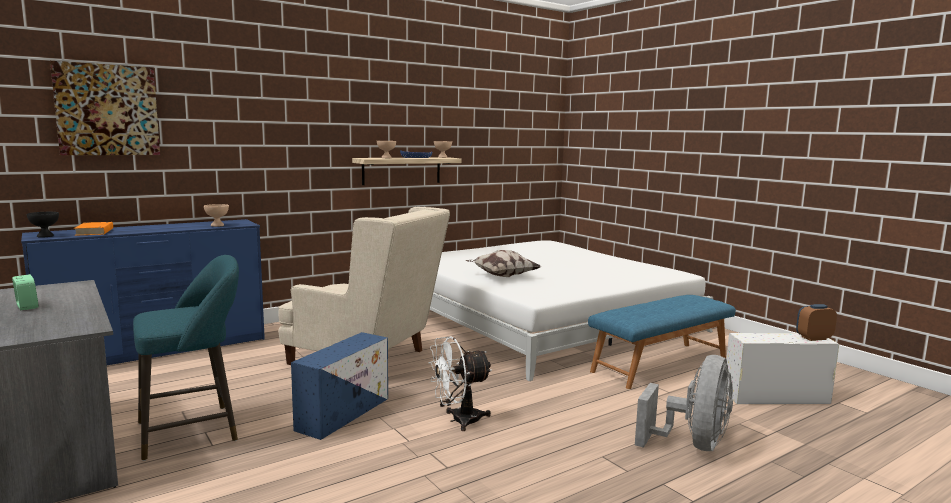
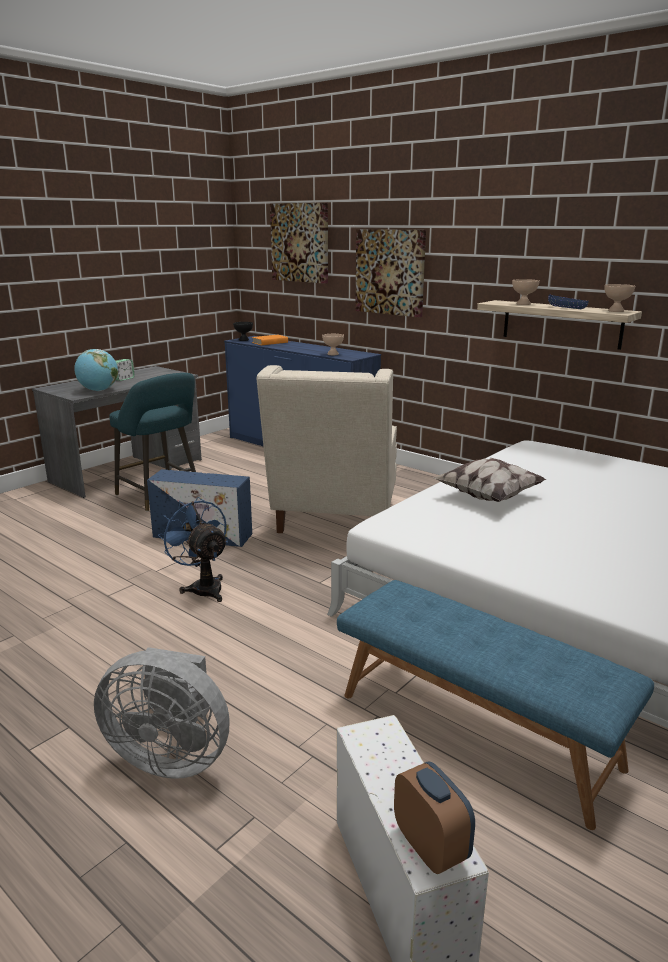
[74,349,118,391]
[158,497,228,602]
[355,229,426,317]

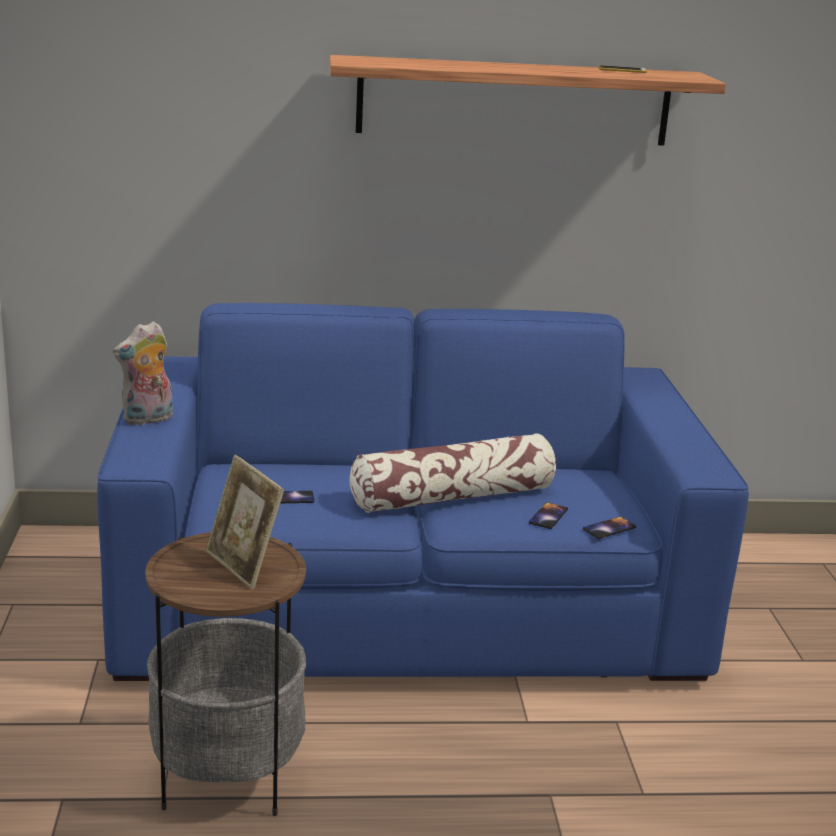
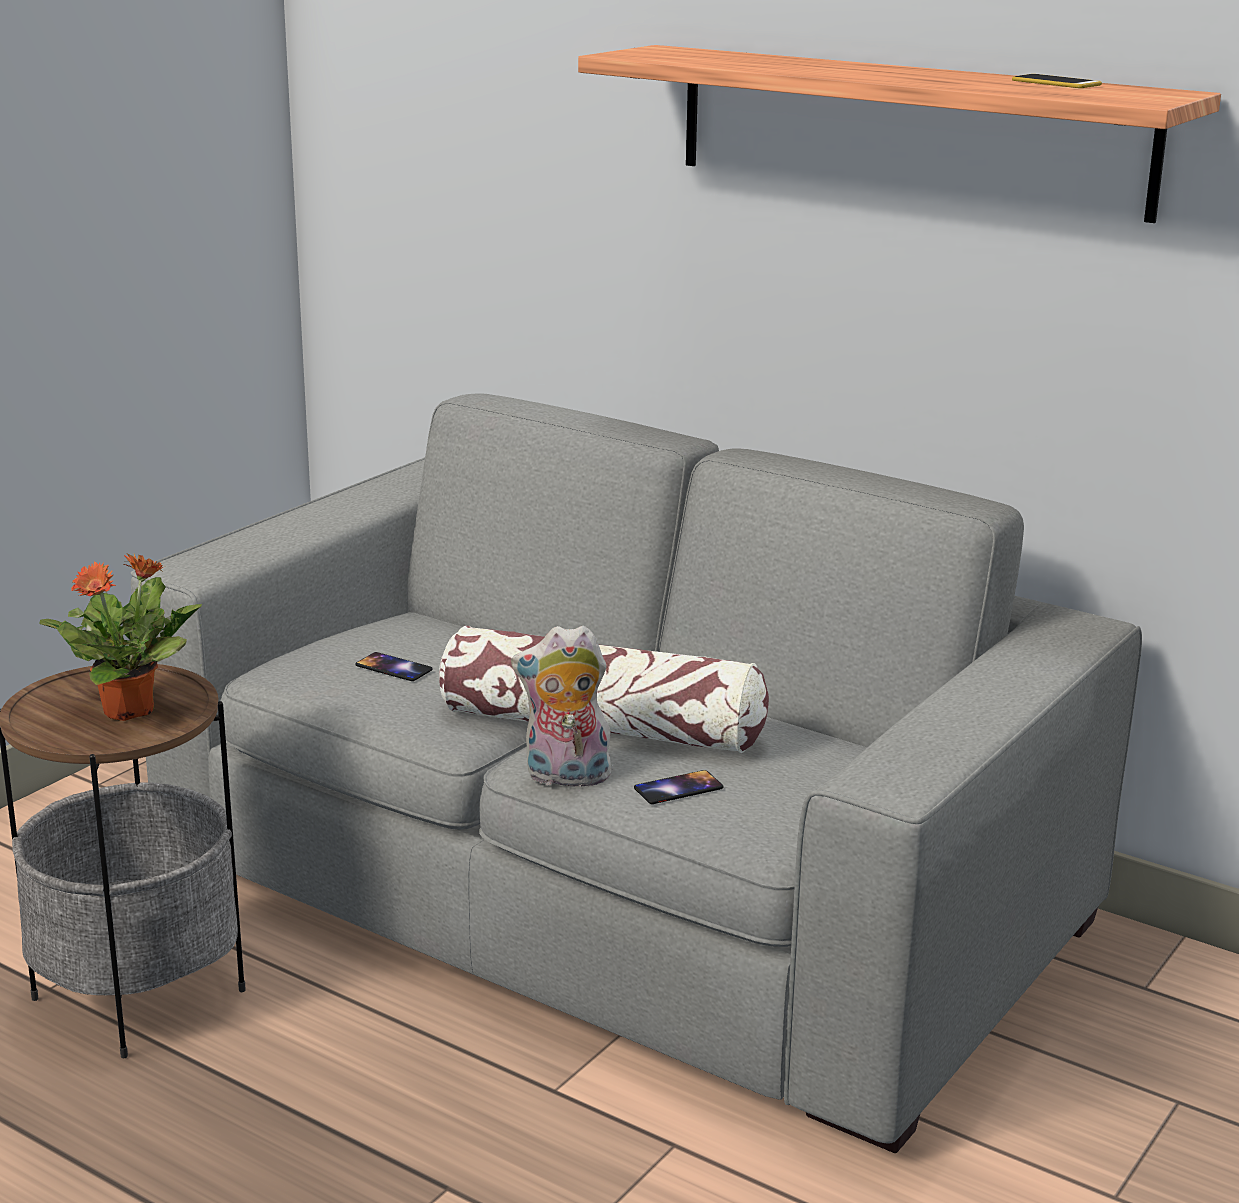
[40,554,202,721]
[130,393,1142,1153]
[511,625,613,789]
[583,517,636,539] (first image)

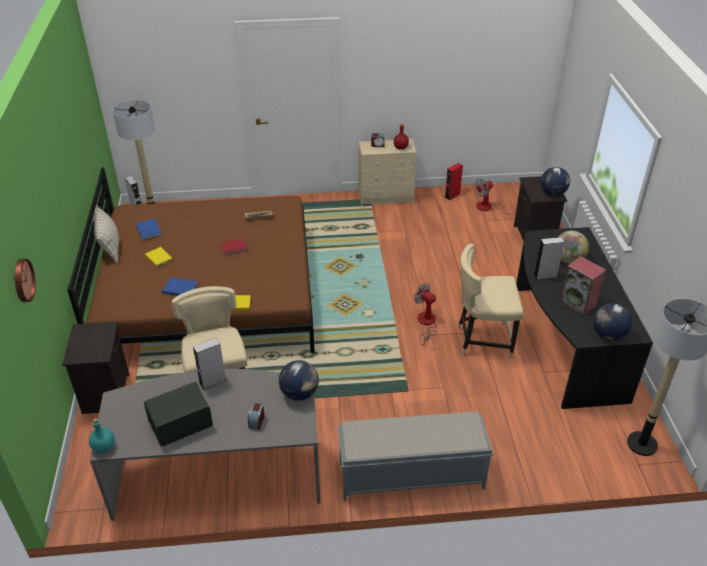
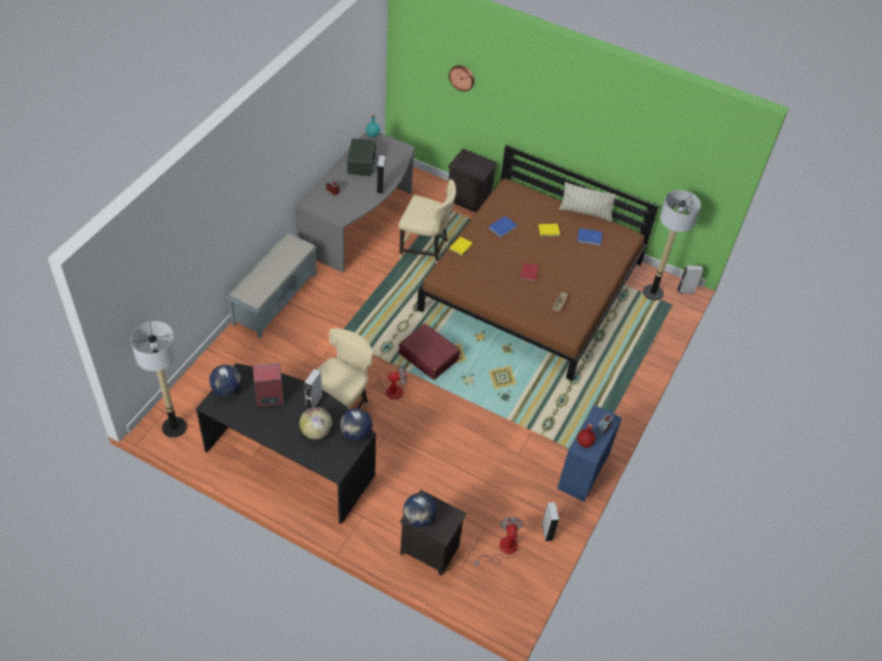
[340,408,372,441]
[399,323,460,380]
[542,502,559,541]
[557,405,622,502]

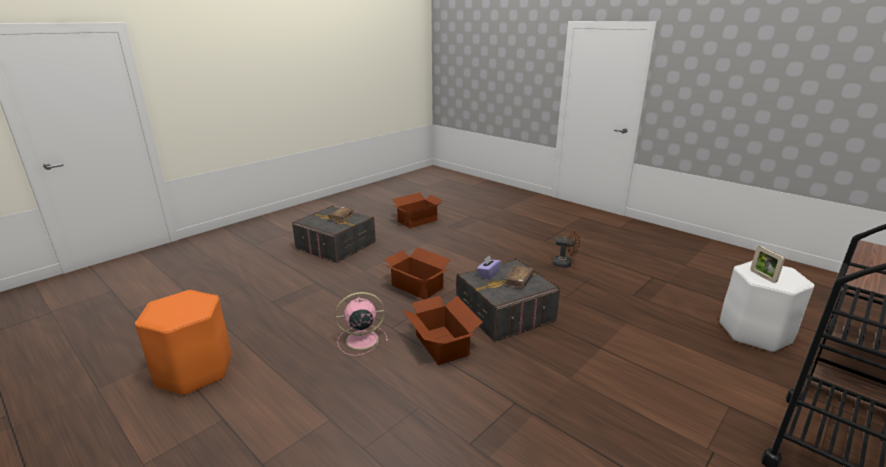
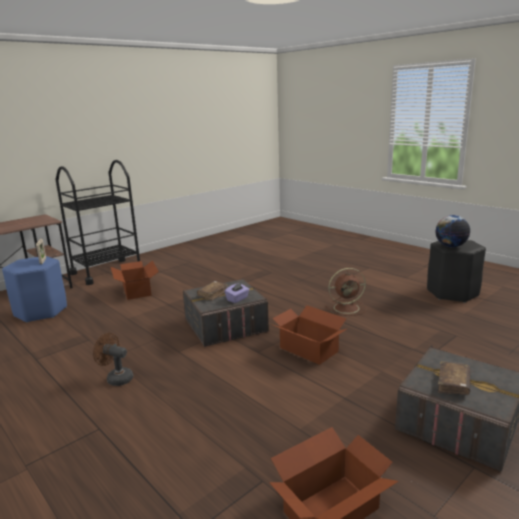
[2,256,67,323]
[111,260,159,300]
[326,268,366,316]
[427,240,486,303]
[435,215,470,247]

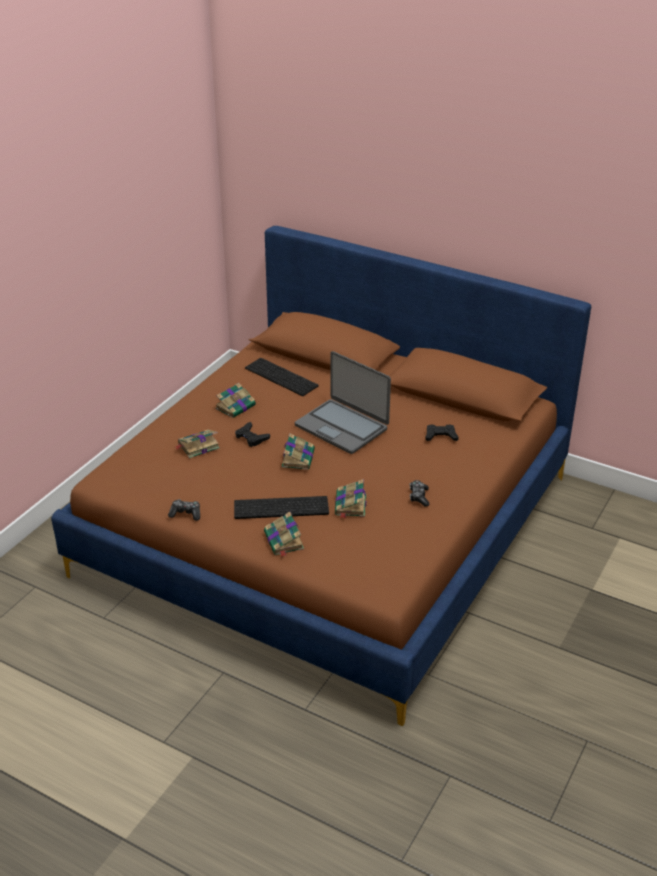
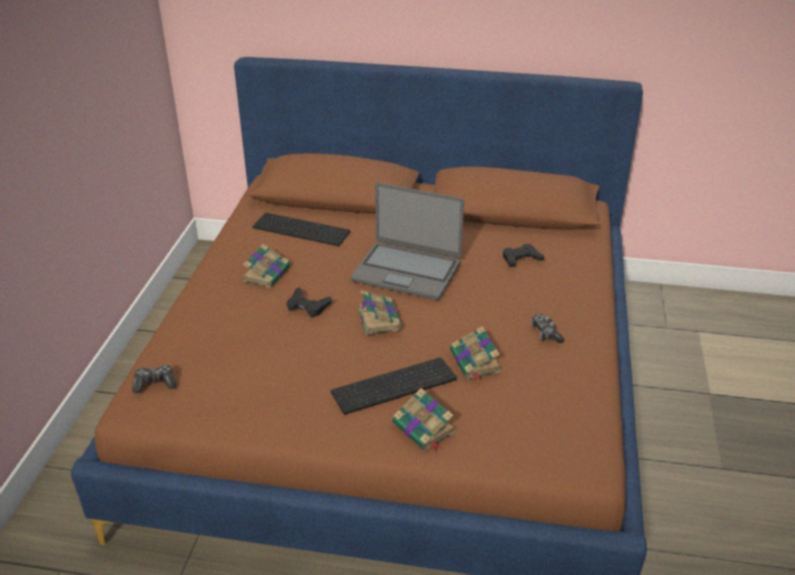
[132,364,177,393]
[175,430,220,458] (first image)

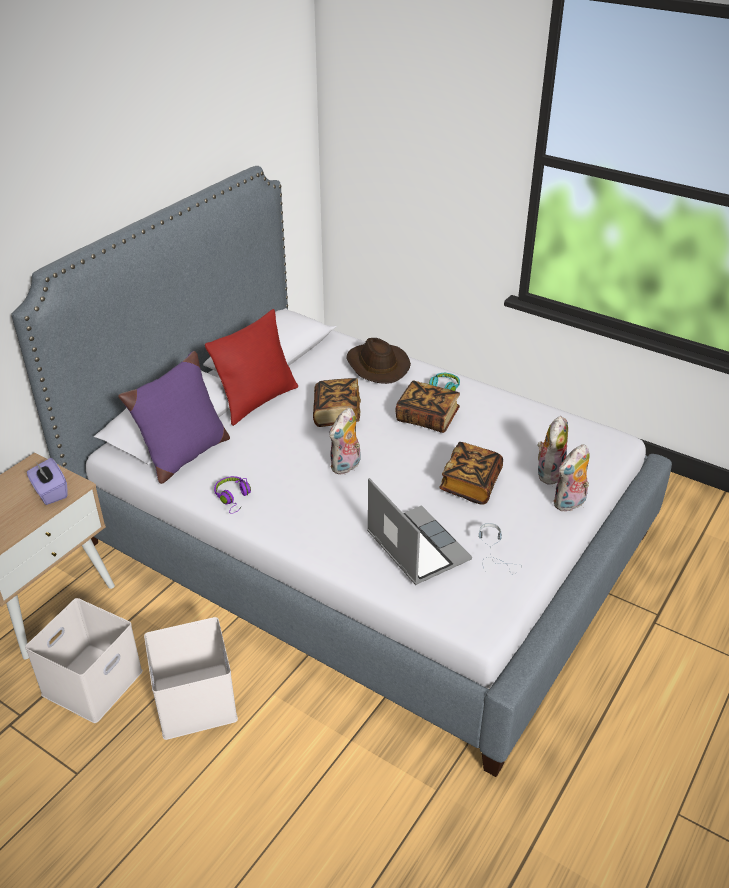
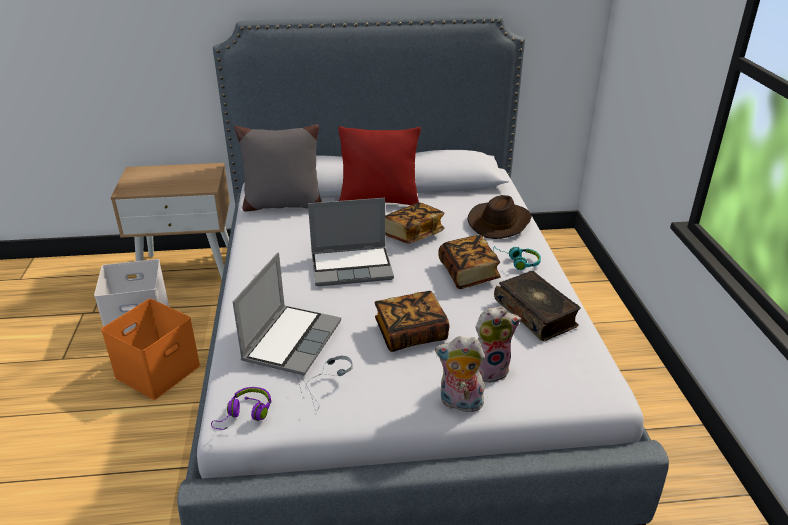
[101,299,200,400]
[211,387,271,430]
[234,124,322,212]
[308,198,394,286]
[494,271,581,341]
[27,458,68,505] (first image)

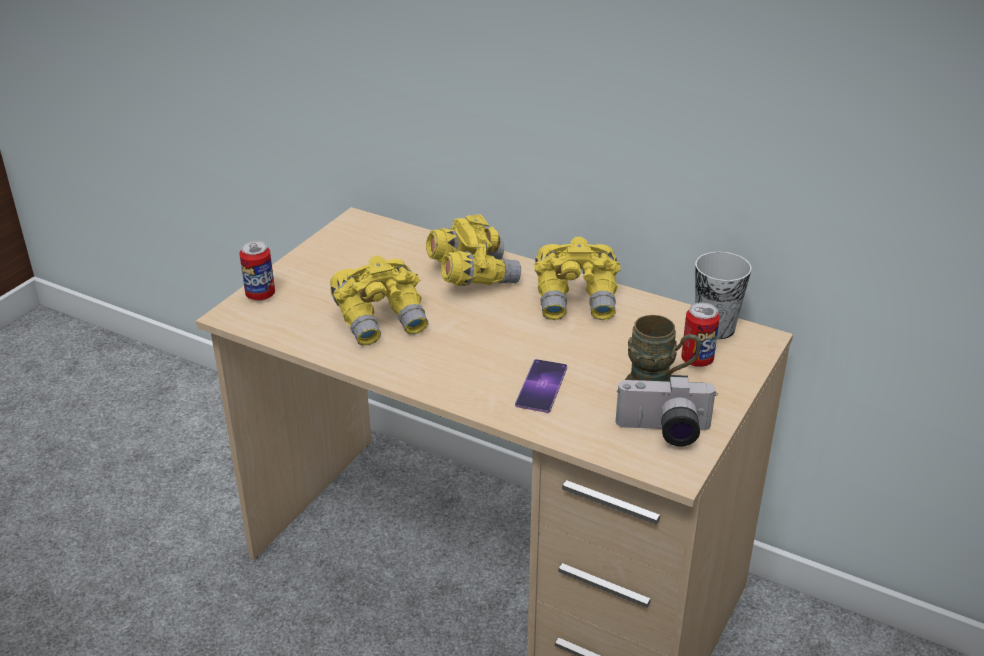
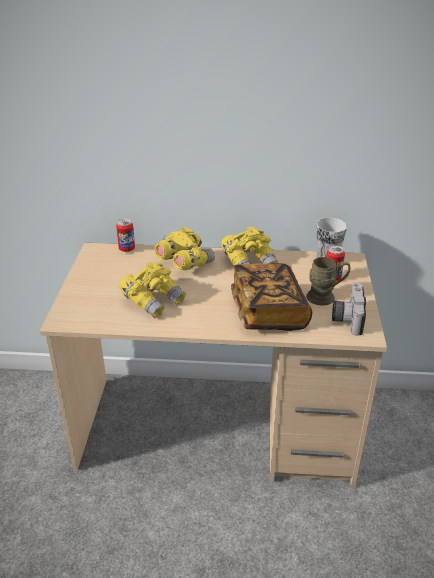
[116,219,135,252]
[231,263,312,331]
[332,283,366,336]

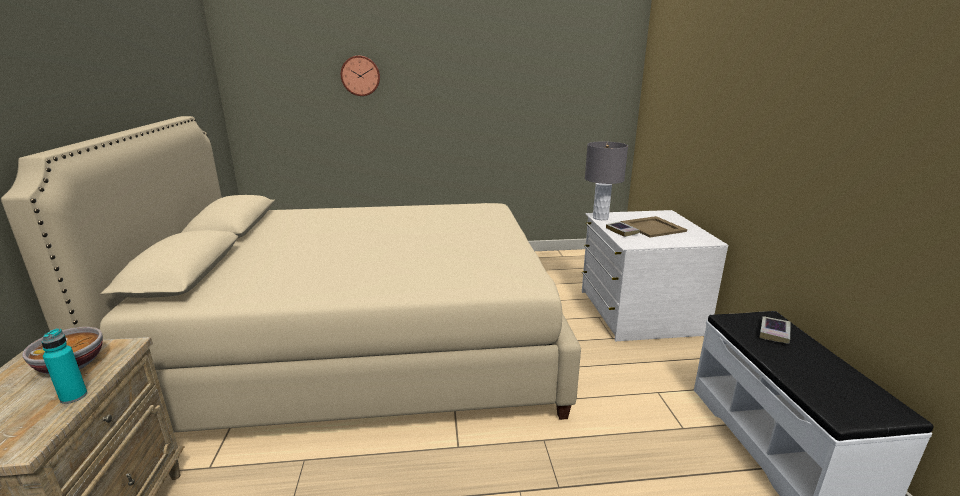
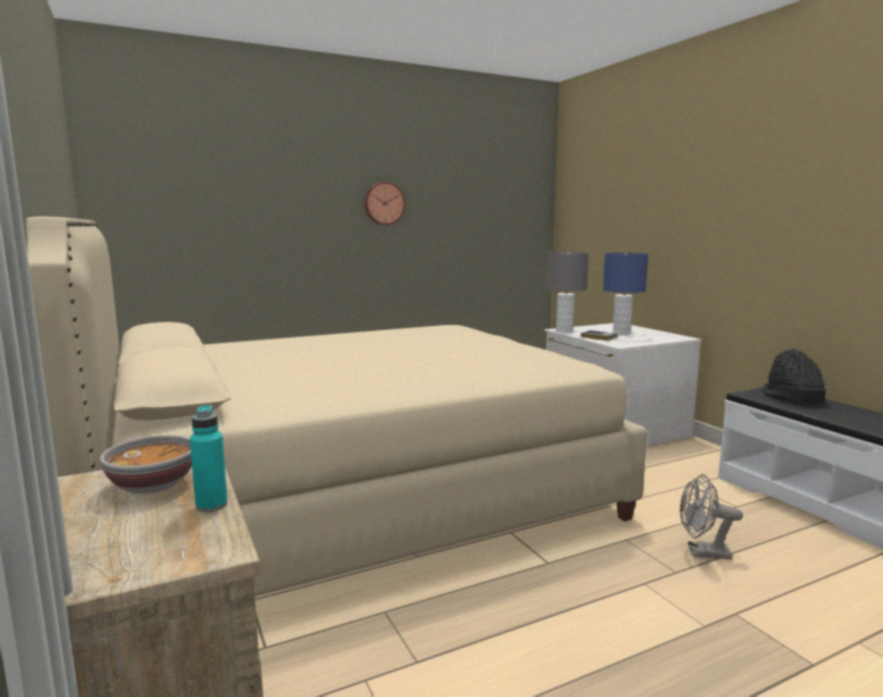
[364,182,405,225]
[603,253,648,335]
[680,474,743,559]
[762,348,826,403]

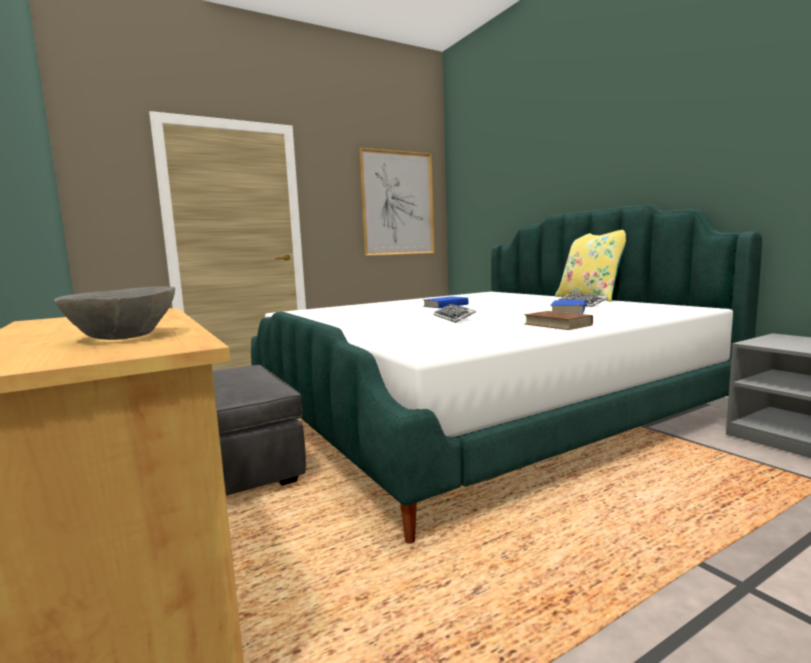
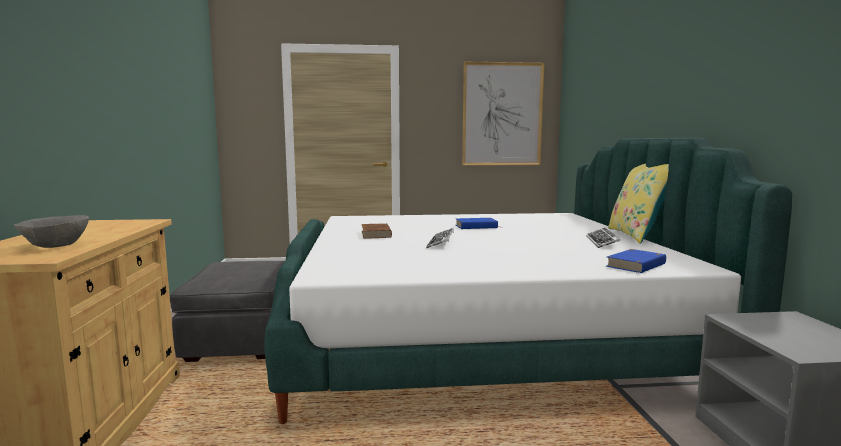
[362,223,392,239]
[606,249,666,273]

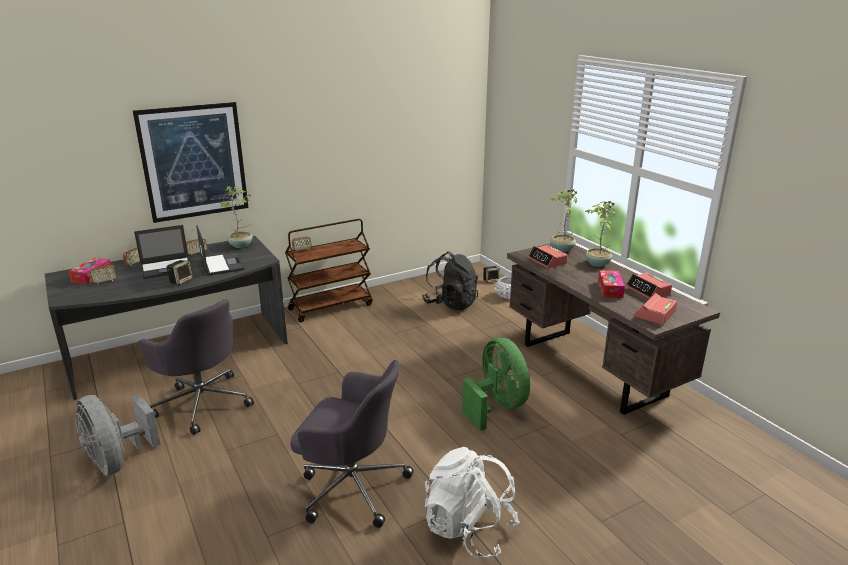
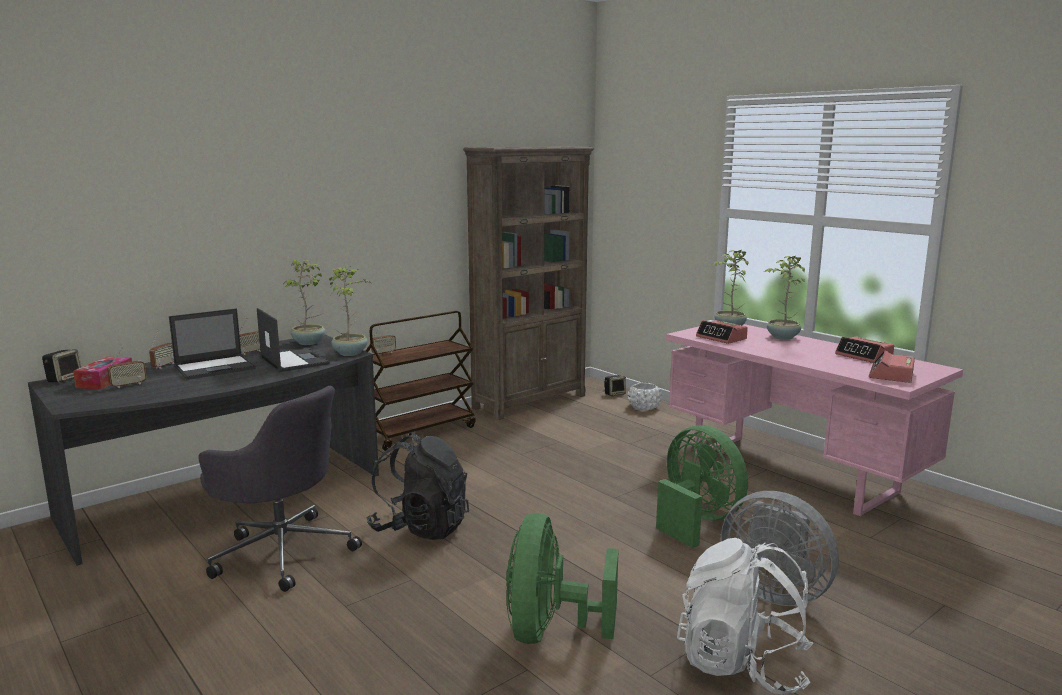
[42,349,81,383]
[329,266,371,356]
[366,433,469,540]
[463,147,594,420]
[506,513,619,644]
[666,324,963,516]
[721,491,839,606]
[133,102,249,223] (first image)
[598,270,625,298] (first image)

